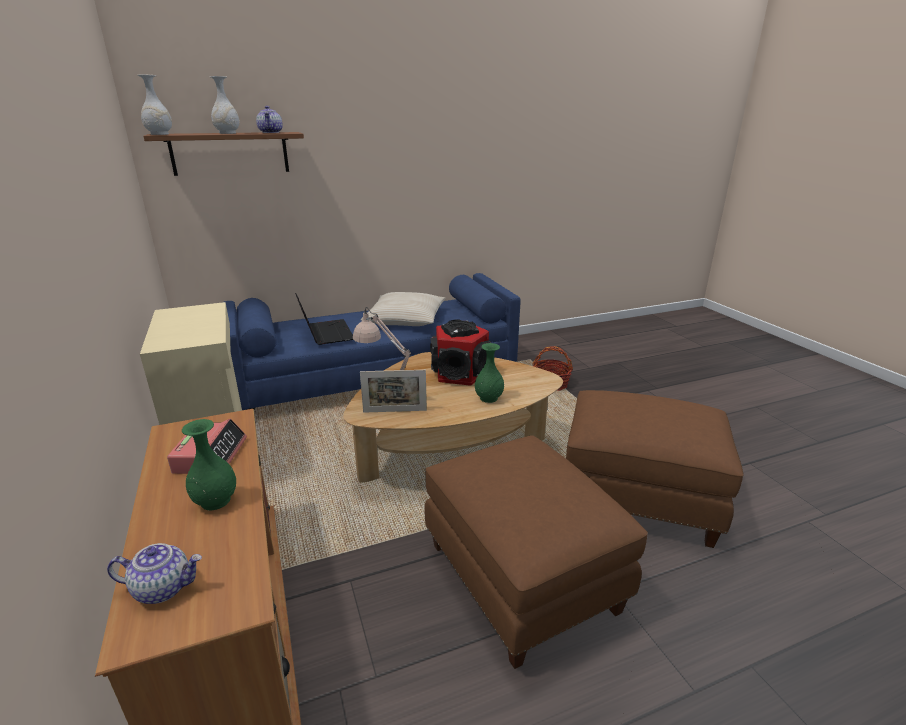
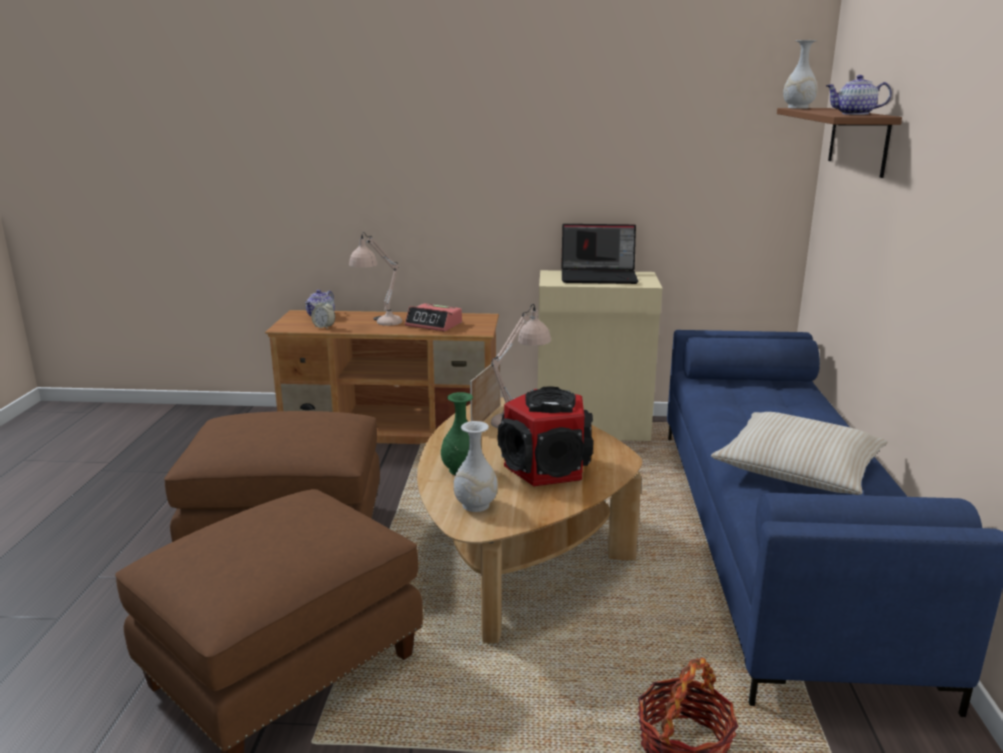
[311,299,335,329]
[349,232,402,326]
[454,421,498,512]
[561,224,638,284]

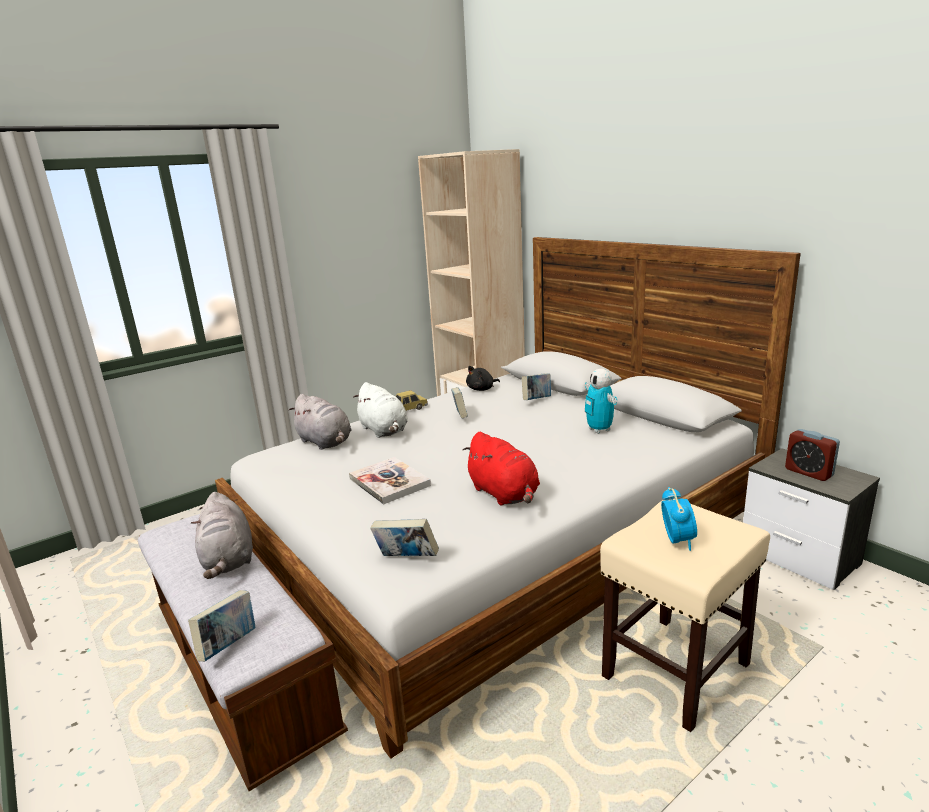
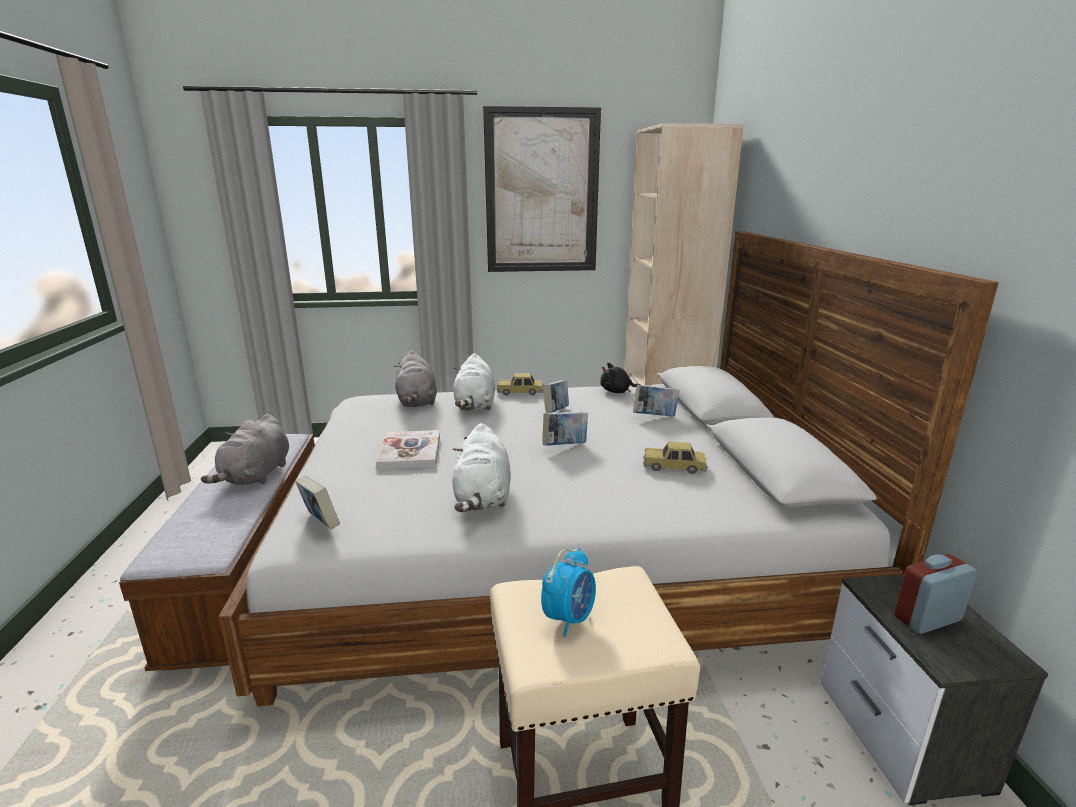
[452,423,511,512]
[483,106,601,272]
[542,412,588,446]
[643,441,708,474]
[894,554,977,634]

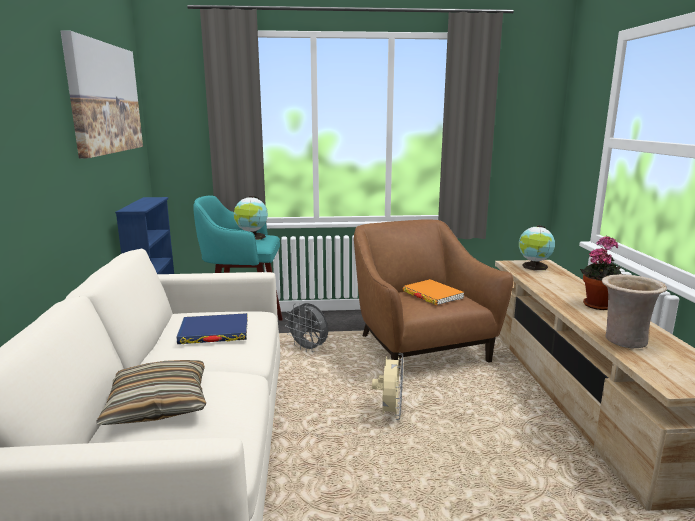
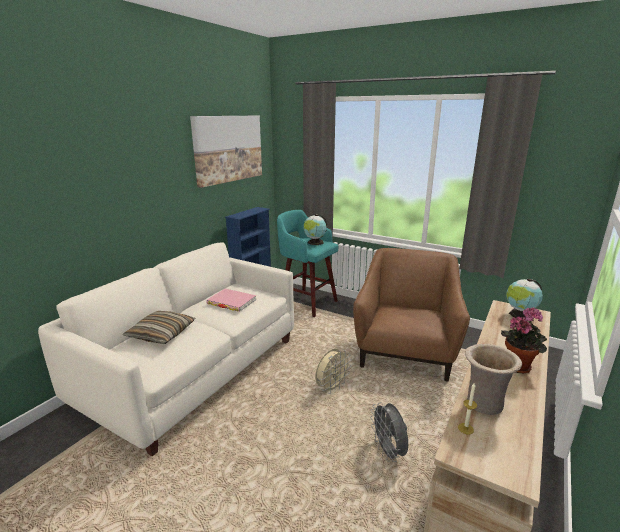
[206,289,256,312]
[370,402,408,462]
[458,383,477,434]
[403,279,465,305] (first image)

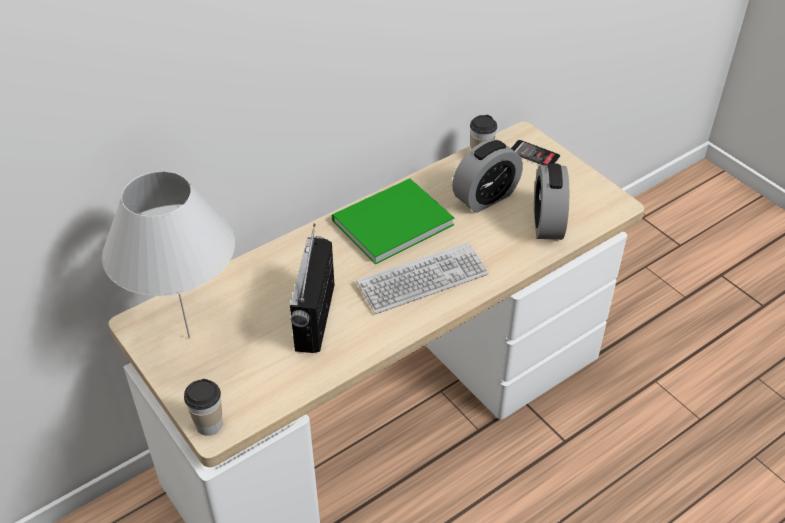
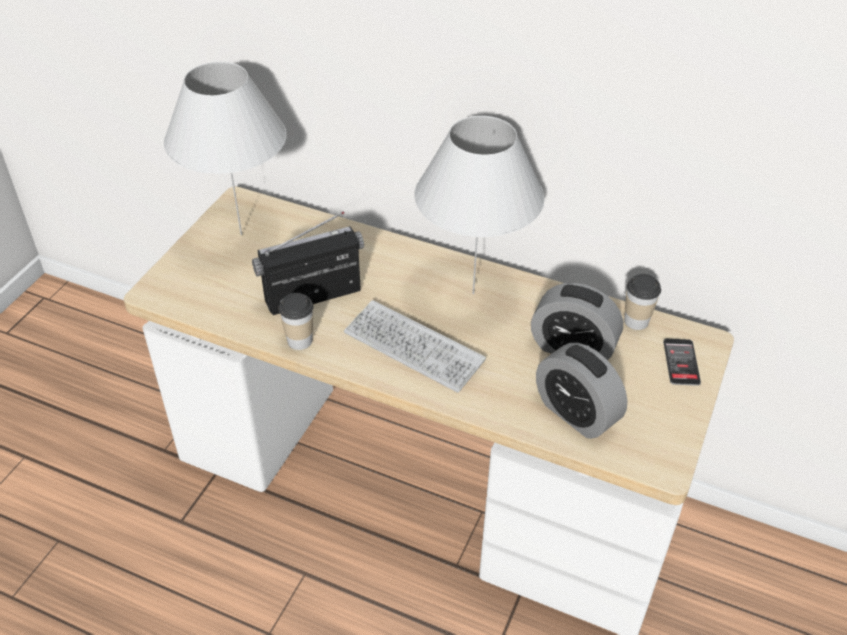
[279,293,313,350]
[415,116,545,294]
[536,343,628,439]

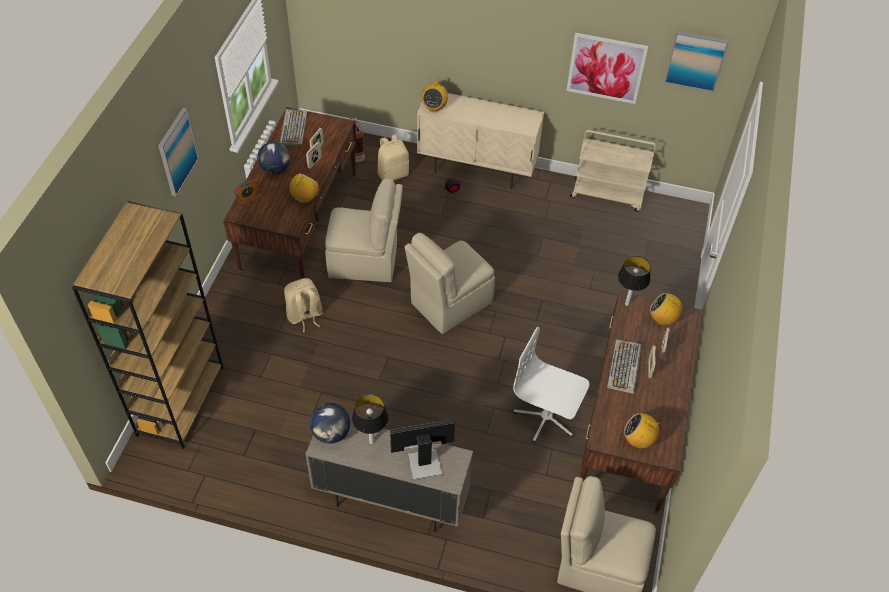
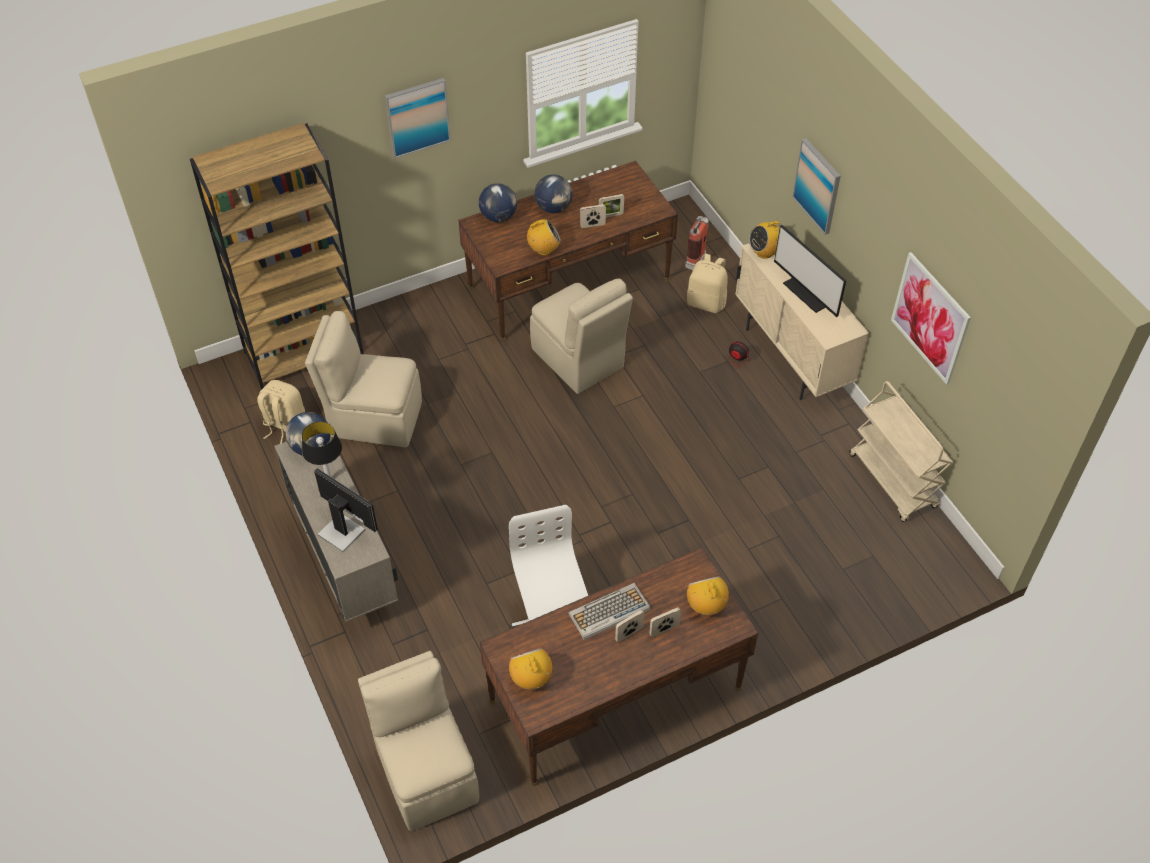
[257,380,305,444]
[305,311,422,447]
[479,183,517,222]
[774,225,846,317]
[792,138,841,235]
[280,109,307,146] (first image)
[618,256,651,306] (first image)

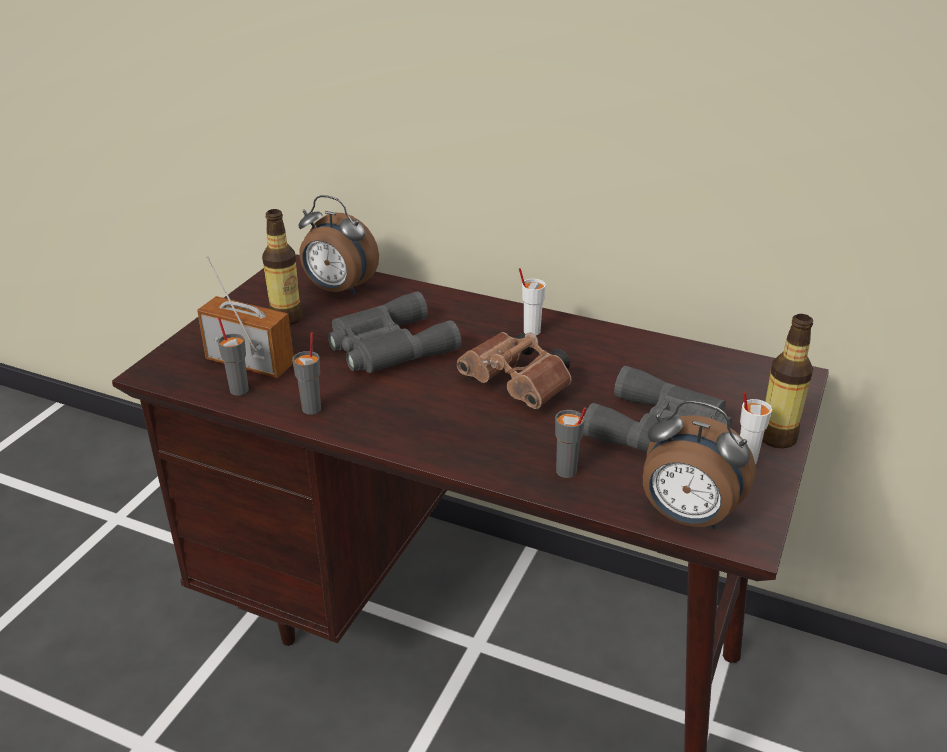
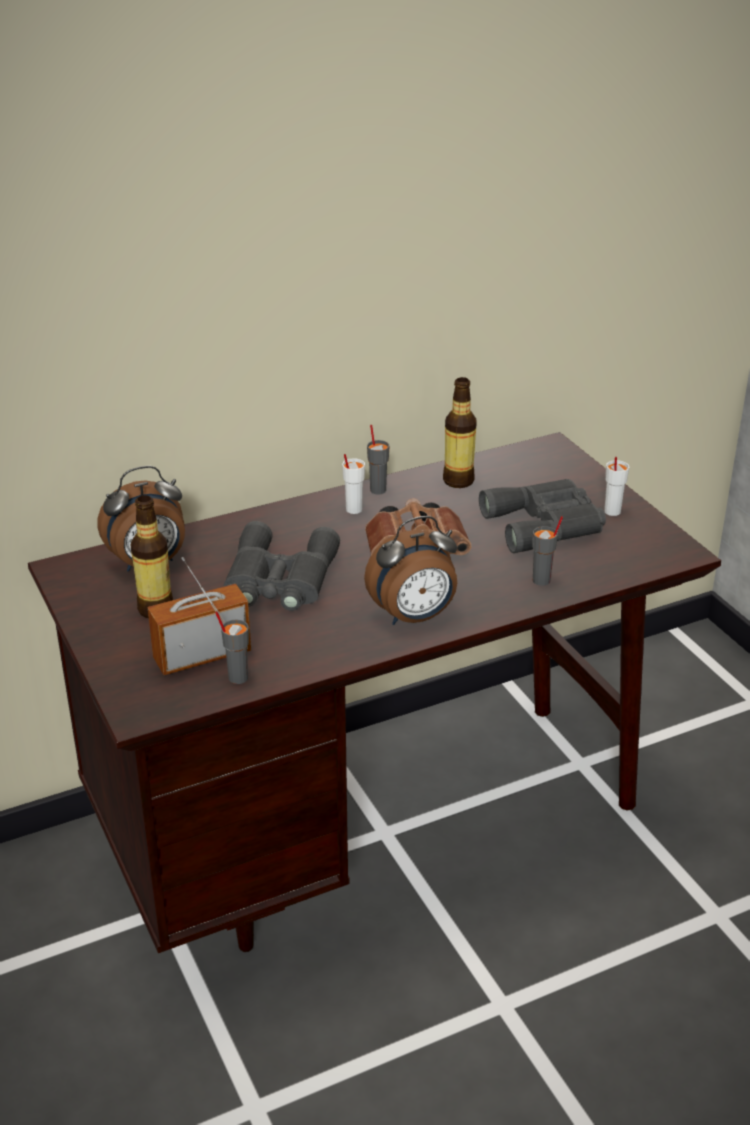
[364,516,457,625]
[367,425,389,495]
[443,377,477,488]

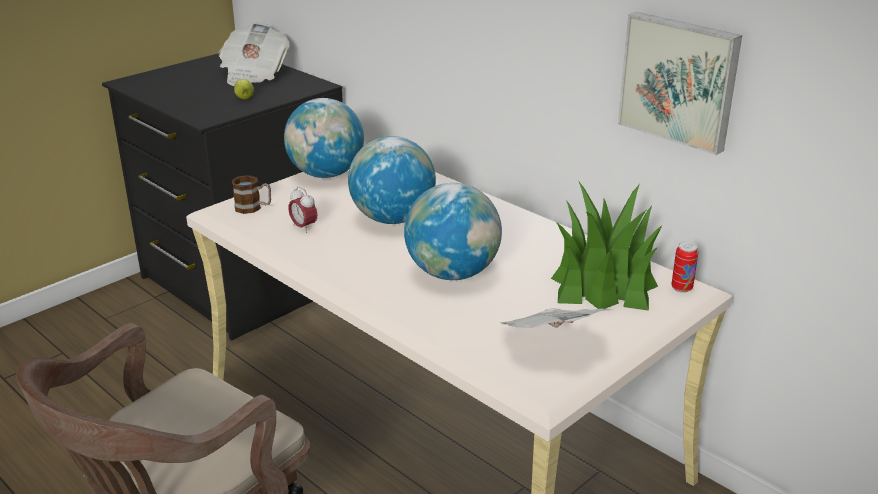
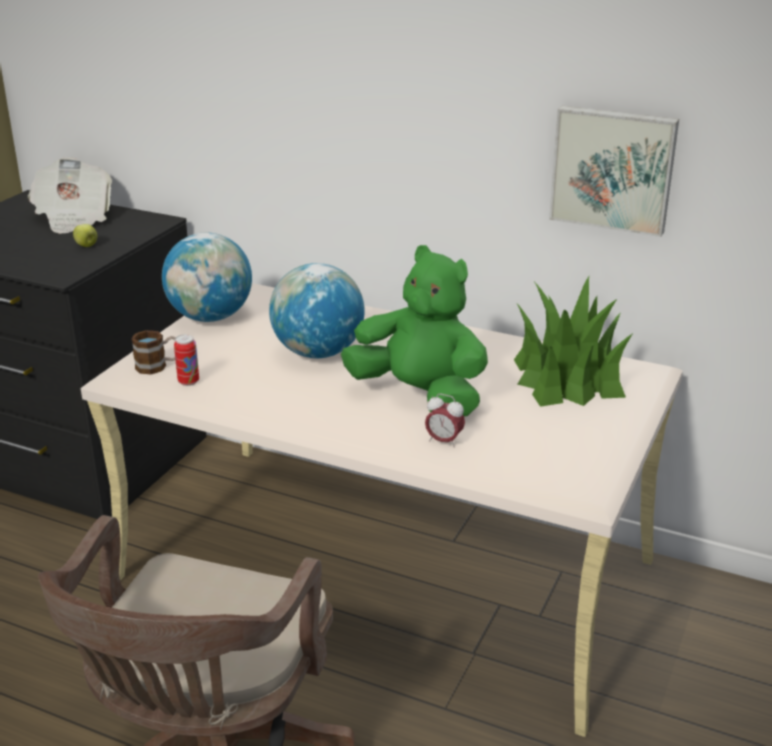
[174,334,199,386]
[341,245,488,417]
[425,394,465,448]
[500,308,611,328] (first image)

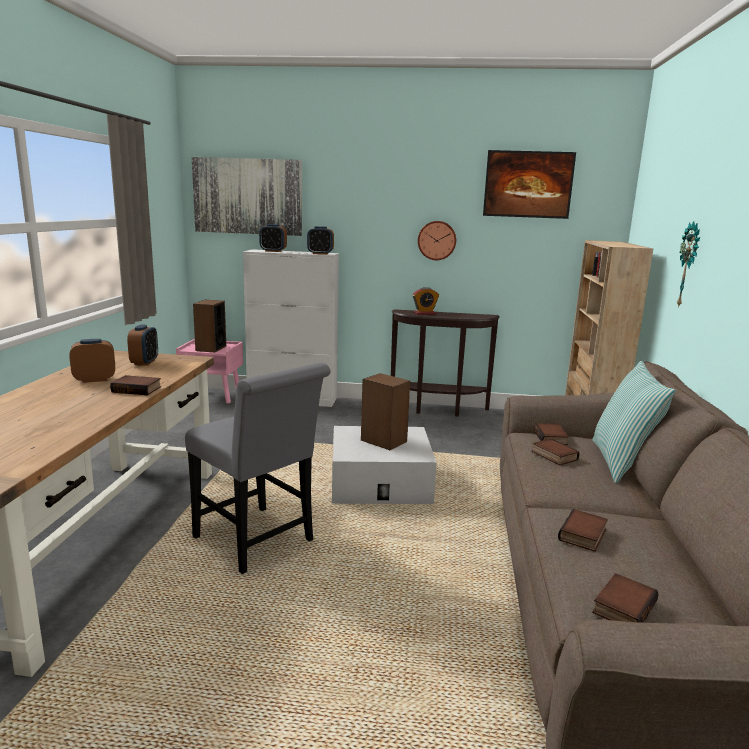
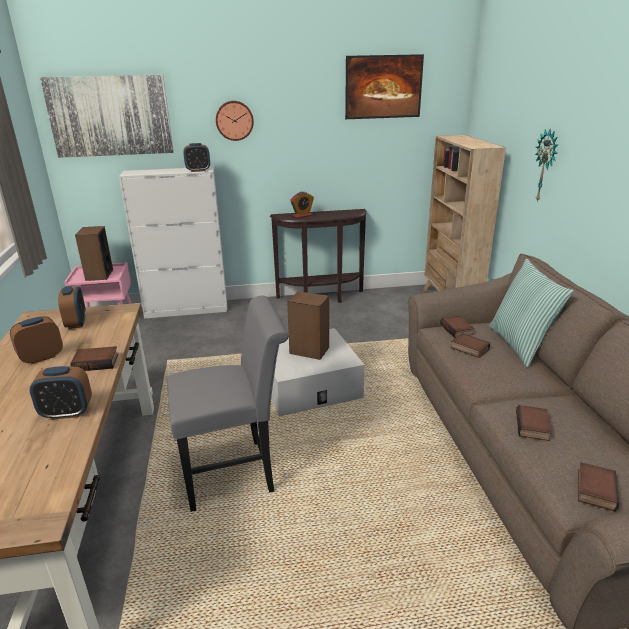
[30,366,92,420]
[167,296,289,512]
[216,101,254,141]

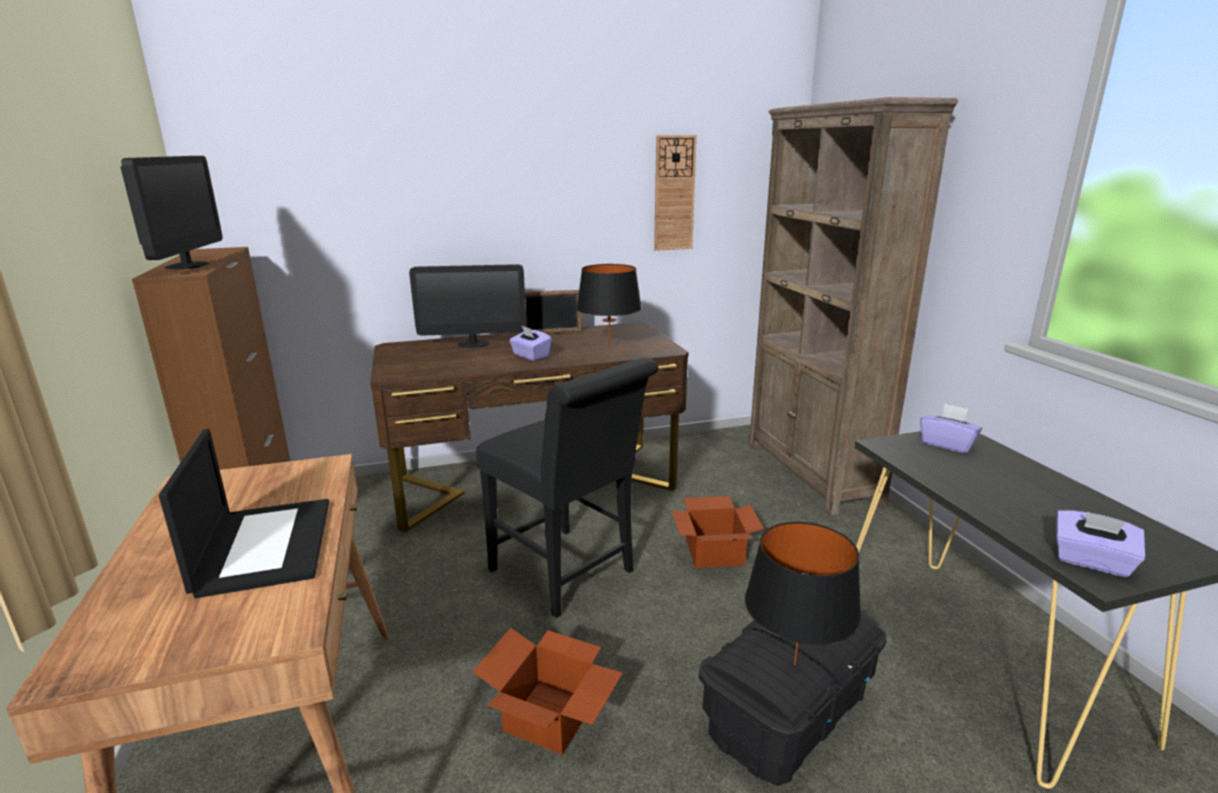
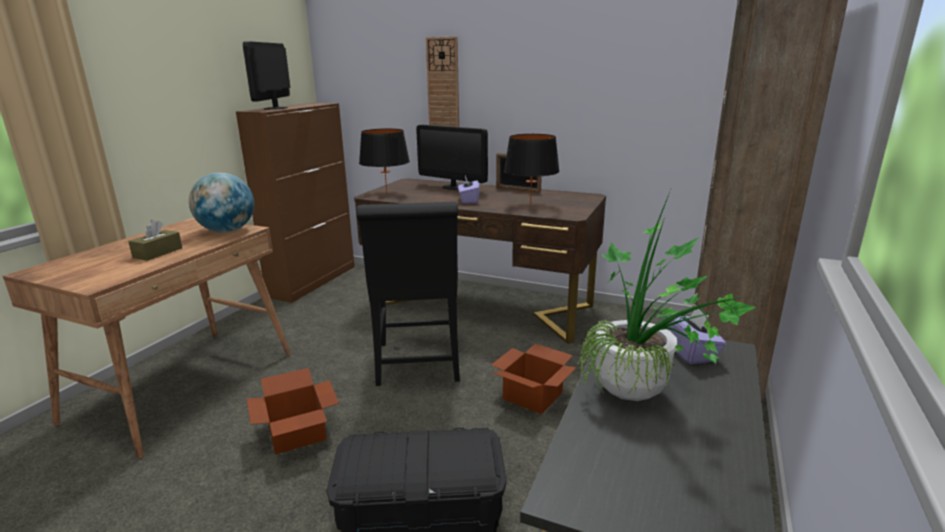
[128,220,182,261]
[189,173,254,233]
[243,41,290,110]
[359,128,410,195]
[426,37,459,127]
[577,190,757,401]
[1056,510,1145,577] (first image)

